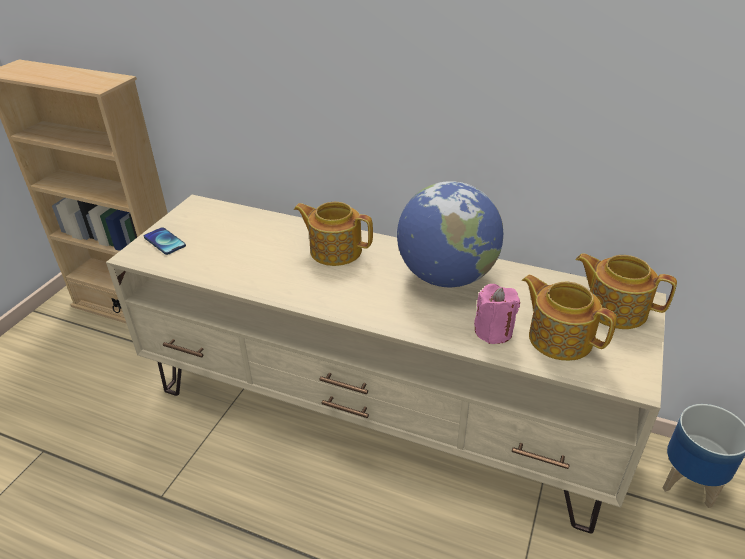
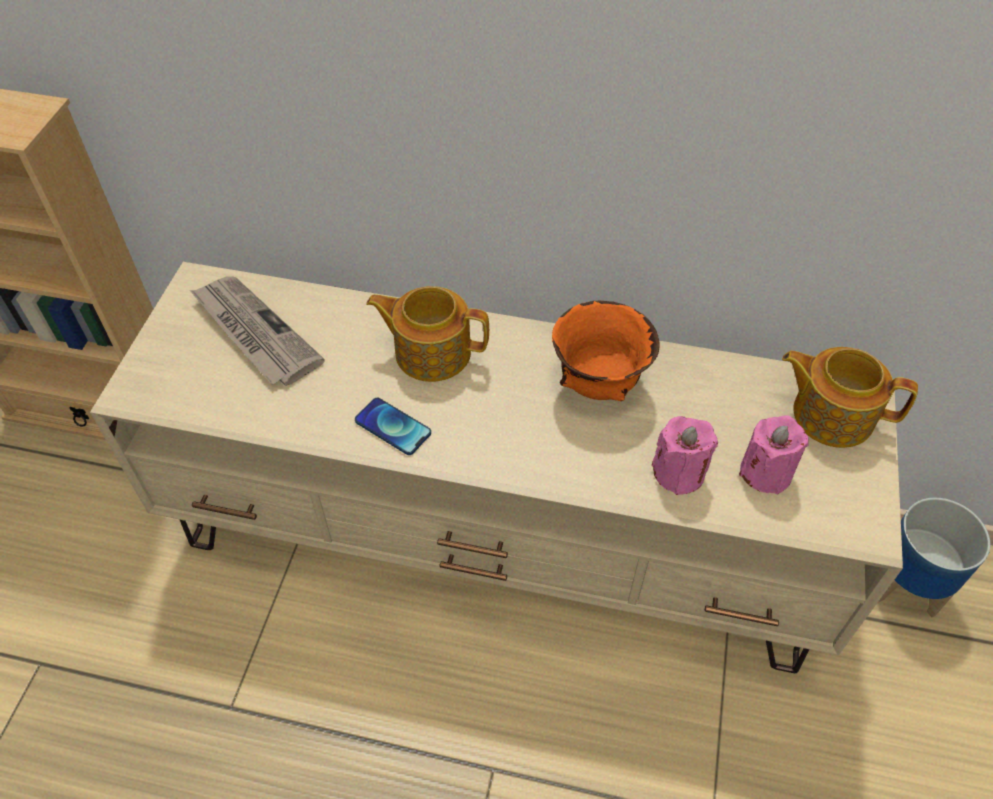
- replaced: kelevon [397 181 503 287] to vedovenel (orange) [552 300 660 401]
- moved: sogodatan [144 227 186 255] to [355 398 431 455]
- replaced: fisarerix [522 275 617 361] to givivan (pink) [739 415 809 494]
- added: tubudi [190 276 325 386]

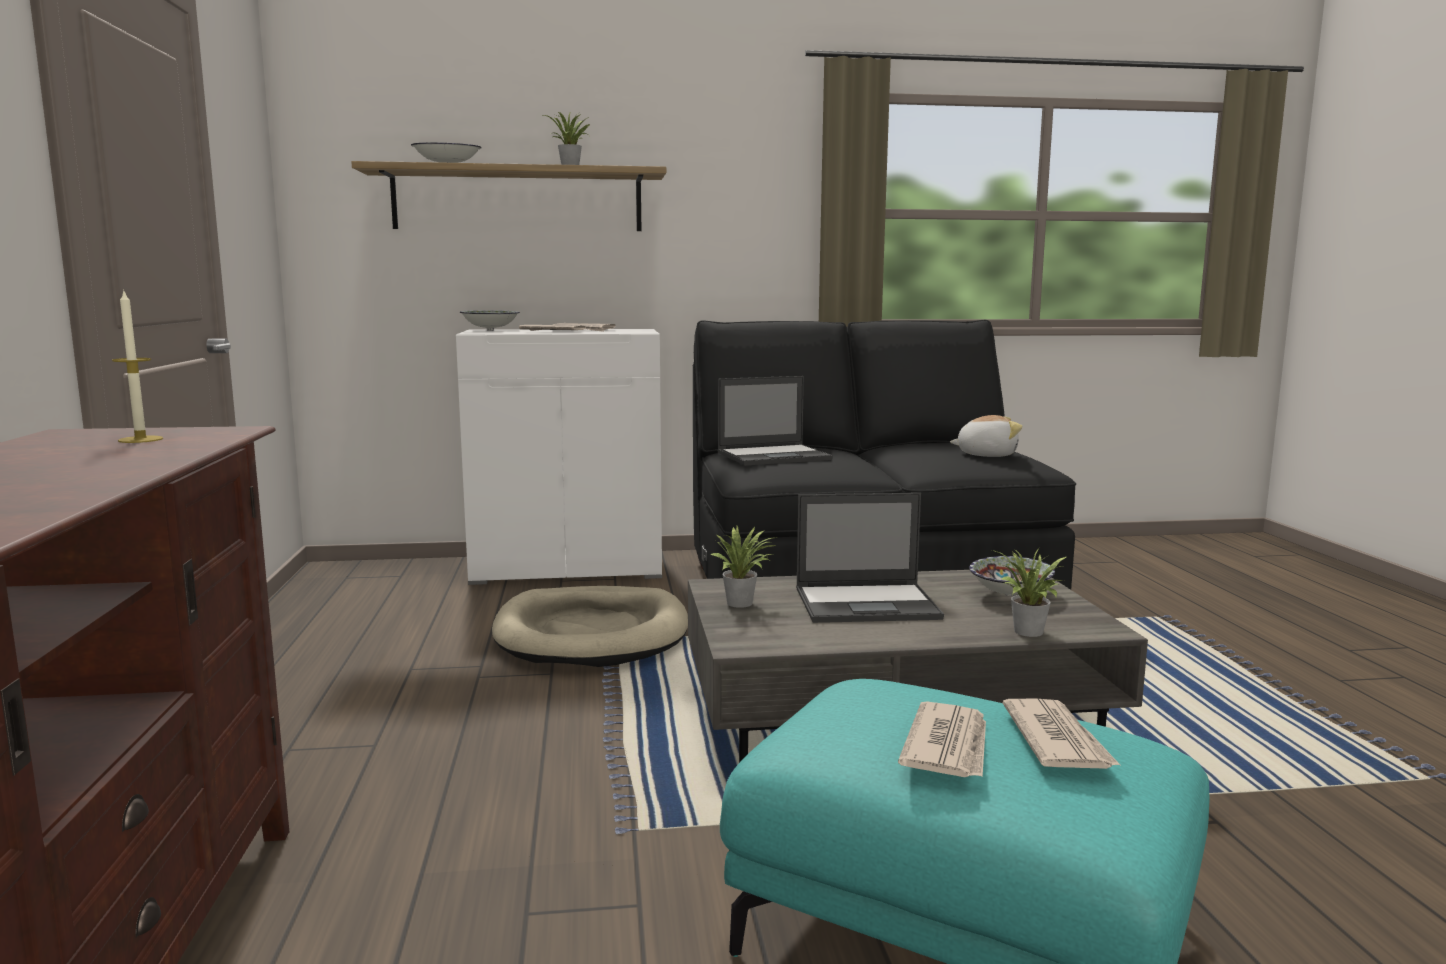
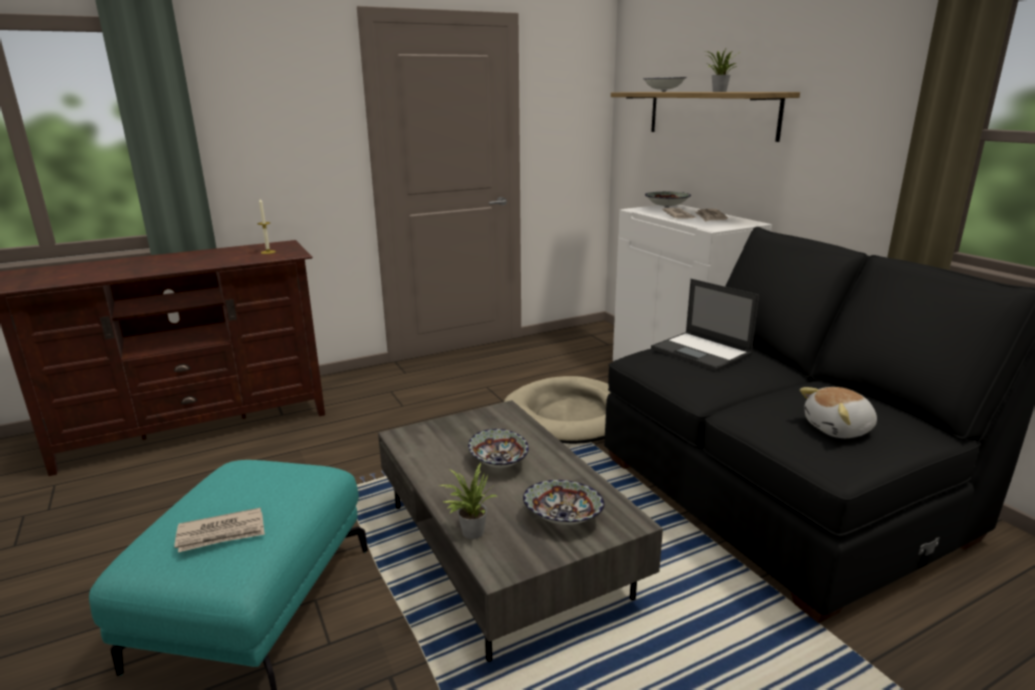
- turned: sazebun [950 415 1023 457] = [800 387 877 438] 90 degrees clockwise
- replaced: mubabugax [796 493 944 623] to vedovenel [468 429 529 468]
- removed: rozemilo [711 526 777 608]
- removed: tubudi [898 701 986 777]

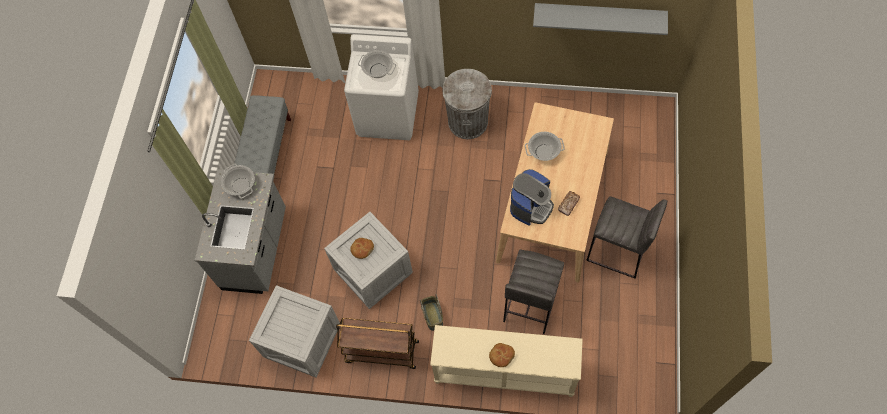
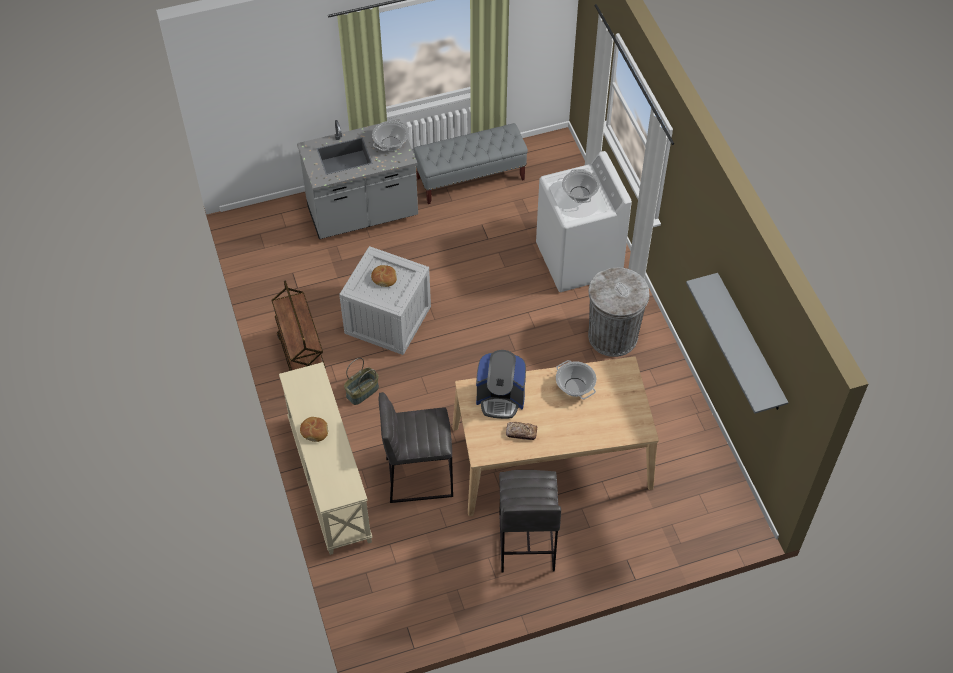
- removed: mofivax [249 285 340 378]

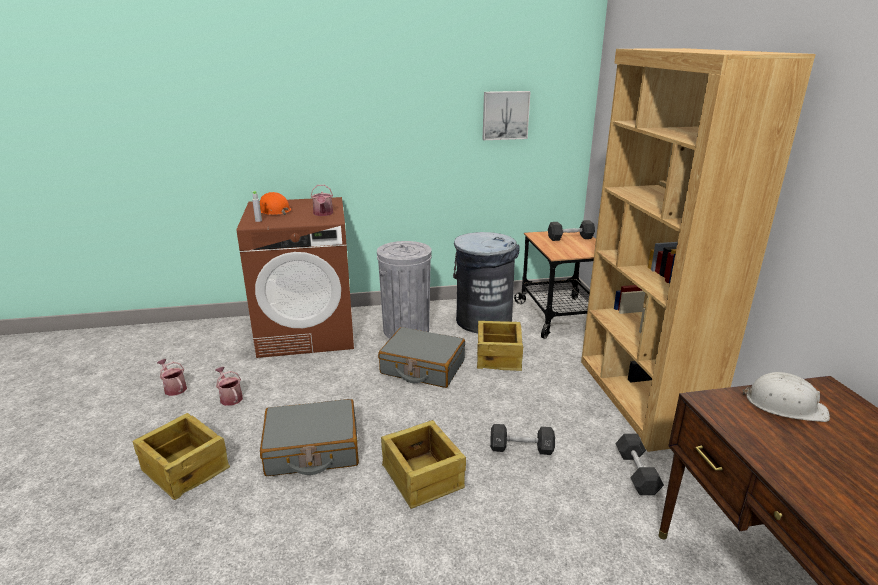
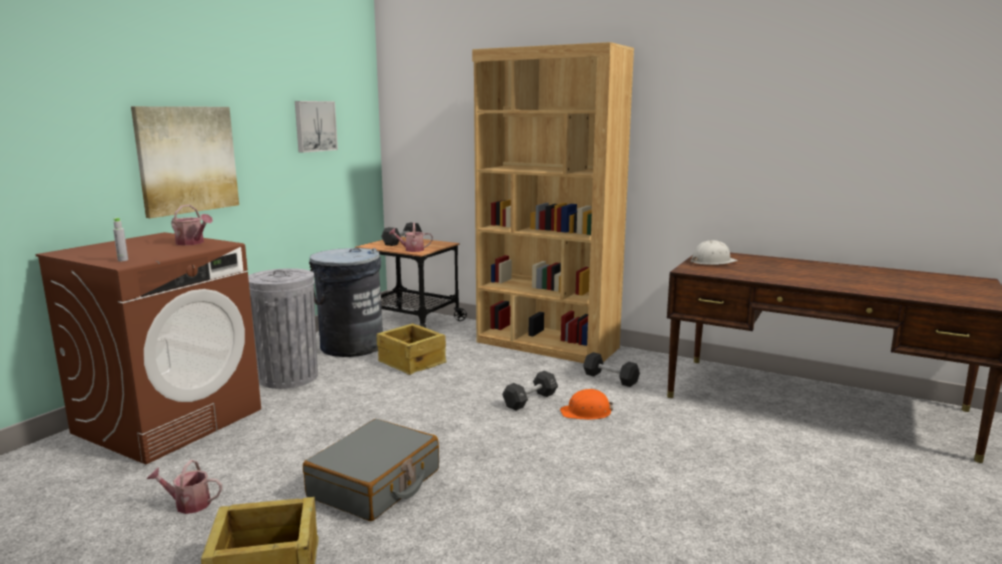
- moved: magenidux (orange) [260 192 291 215] to [560 389 613 420]
- removed: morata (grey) [378 327 465 388]
- moved: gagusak [157 359 187 396] to [389 223 433 252]
- removed: mofivax [381 420 466 509]
- added: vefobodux [131 106 239 218]

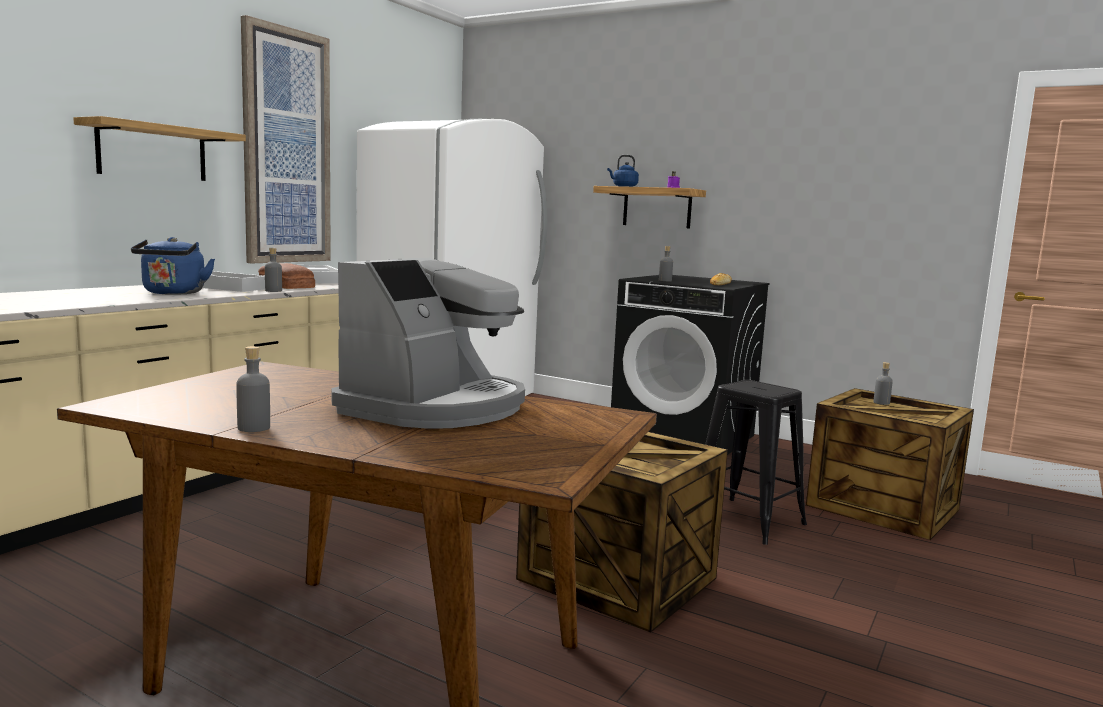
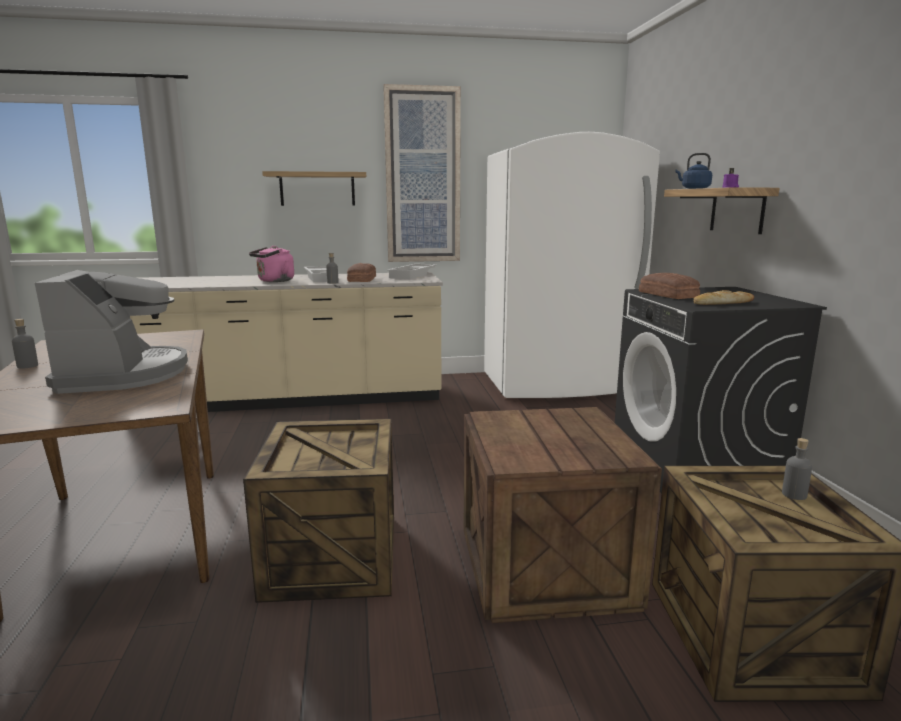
- recoloured: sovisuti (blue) [131 237 215 295] to sovisuti (pink) [249 246 294 282]
- replaced: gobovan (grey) [659 246 673 281] to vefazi [639 273 700 299]
- turned: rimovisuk [331 257 525 429] = [35 270 188 394] 90 degrees counterclockwise
- replaced: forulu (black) [705 380 807 545] to mofivax [464 407 662 623]

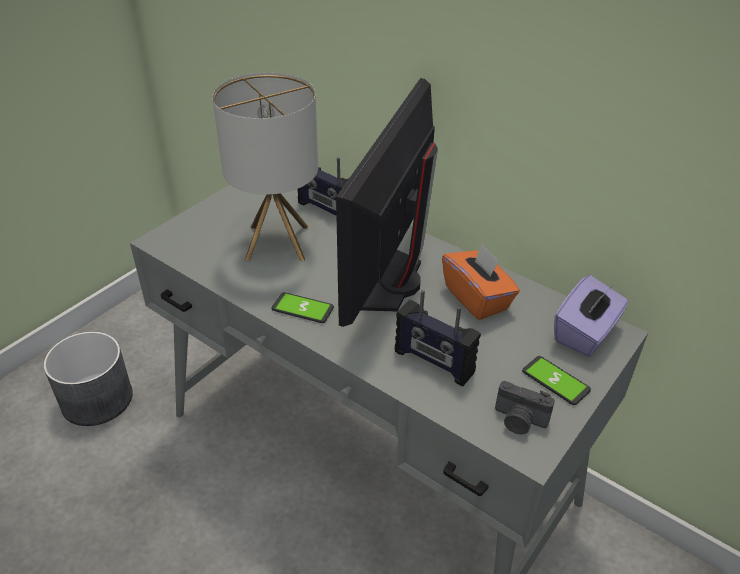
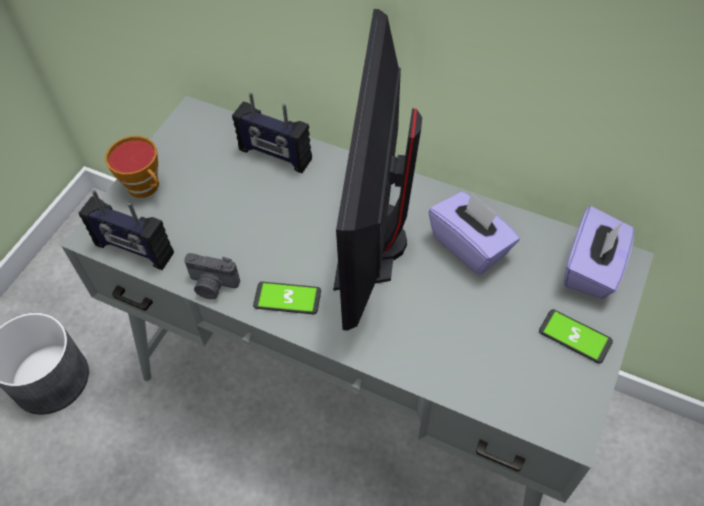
- removed: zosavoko [212 72 318 261]
- recoloured: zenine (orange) [442 243 520 320] to zenine (purple) [429 191 520 275]
- moved: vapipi [395 290 481 386] to [79 190 174 270]
- moved: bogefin [495 381 555 434] to [184 253 240 299]
- added: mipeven [105 136 159 198]

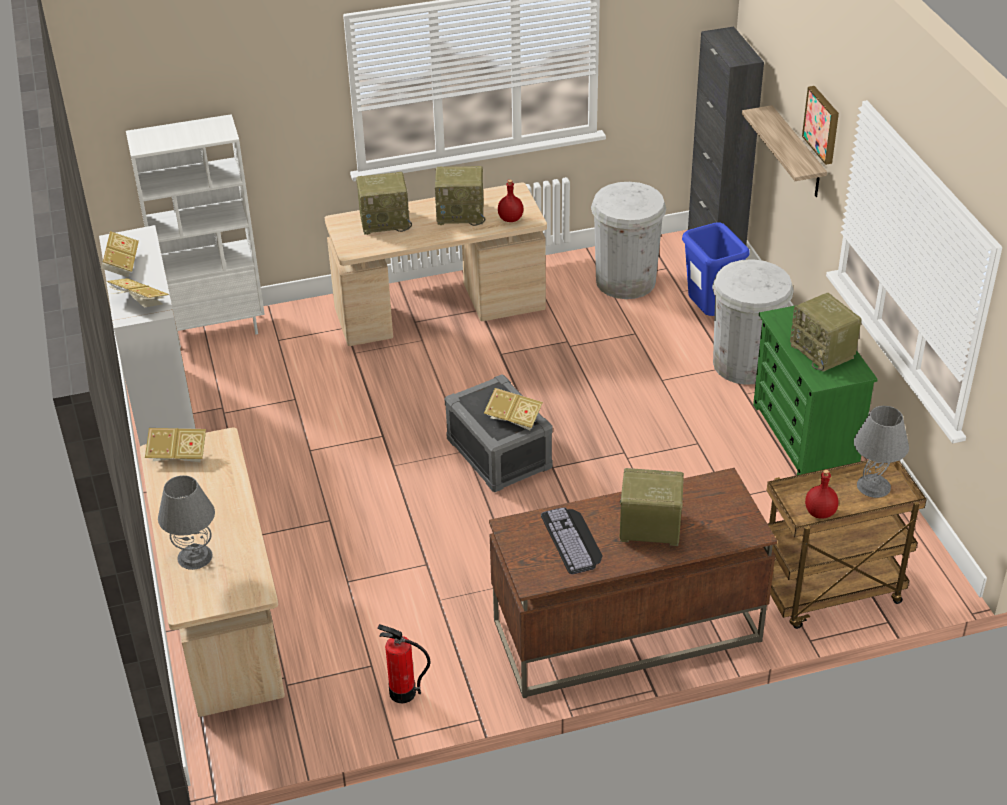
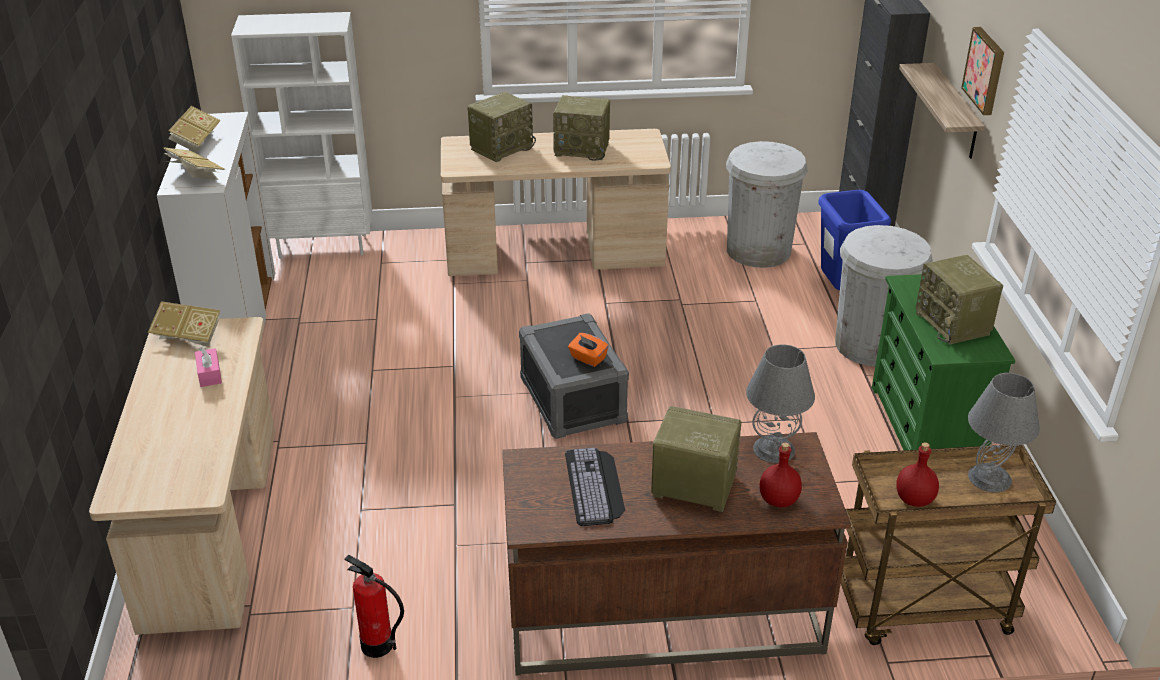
- turned: vapipi [356 172 412 235] = [468 92 536 162] 45 degrees counterclockwise
- moved: gobovan (red) [498 180 523 222] to [760 442 802 507]
- replaced: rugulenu [484 388 543 430] to zenine (orange) [568 333 609 367]
- moved: zosavoko (grey) [158 475 215 570] to [746 344 815 463]
- added: zenine (pink) [195 347 222 387]

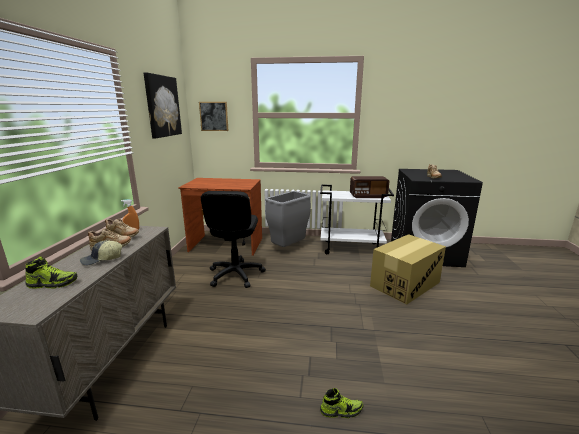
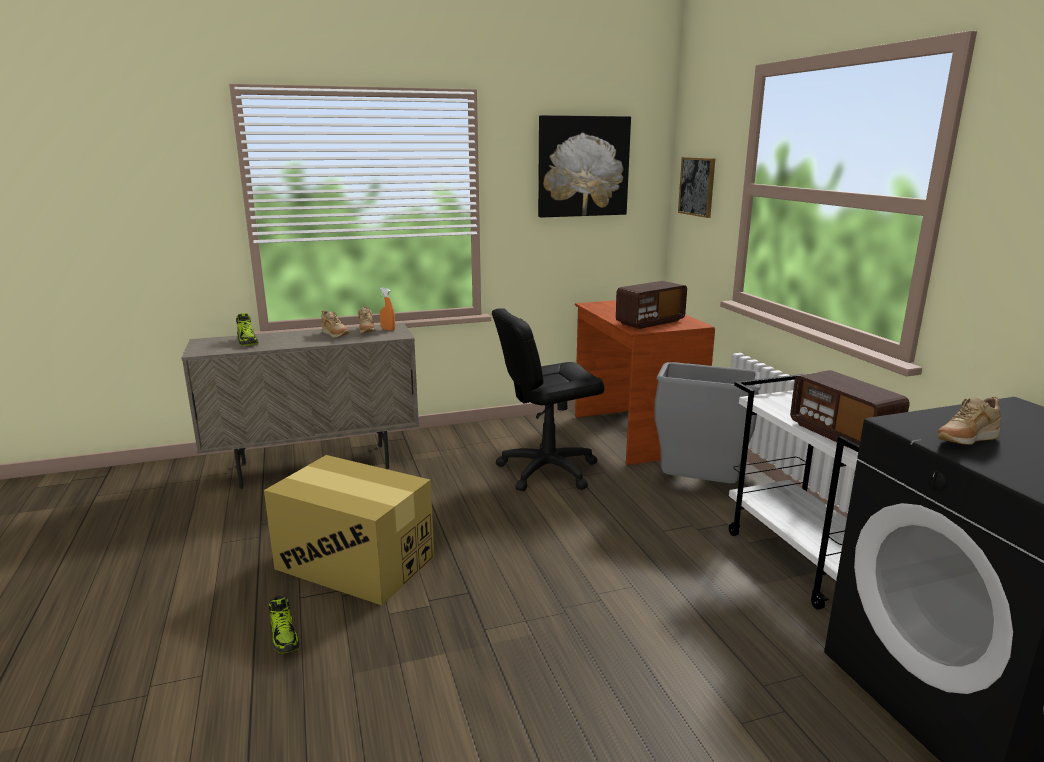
- moved: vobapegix [370 234 446 305] to [264 455 434 605]
- removed: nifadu [80 240 122 266]
- added: vapipi [615 281 687 329]

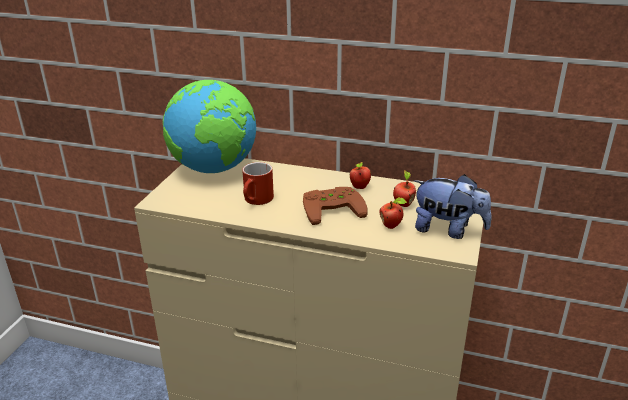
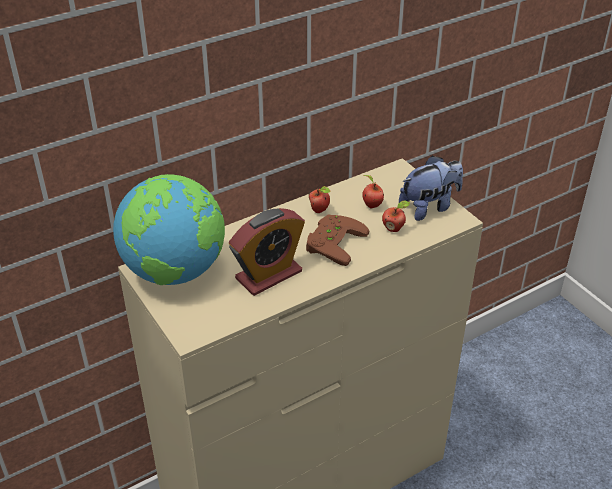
- replaced: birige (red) [242 162 274 205] to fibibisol [229 208 305 296]

